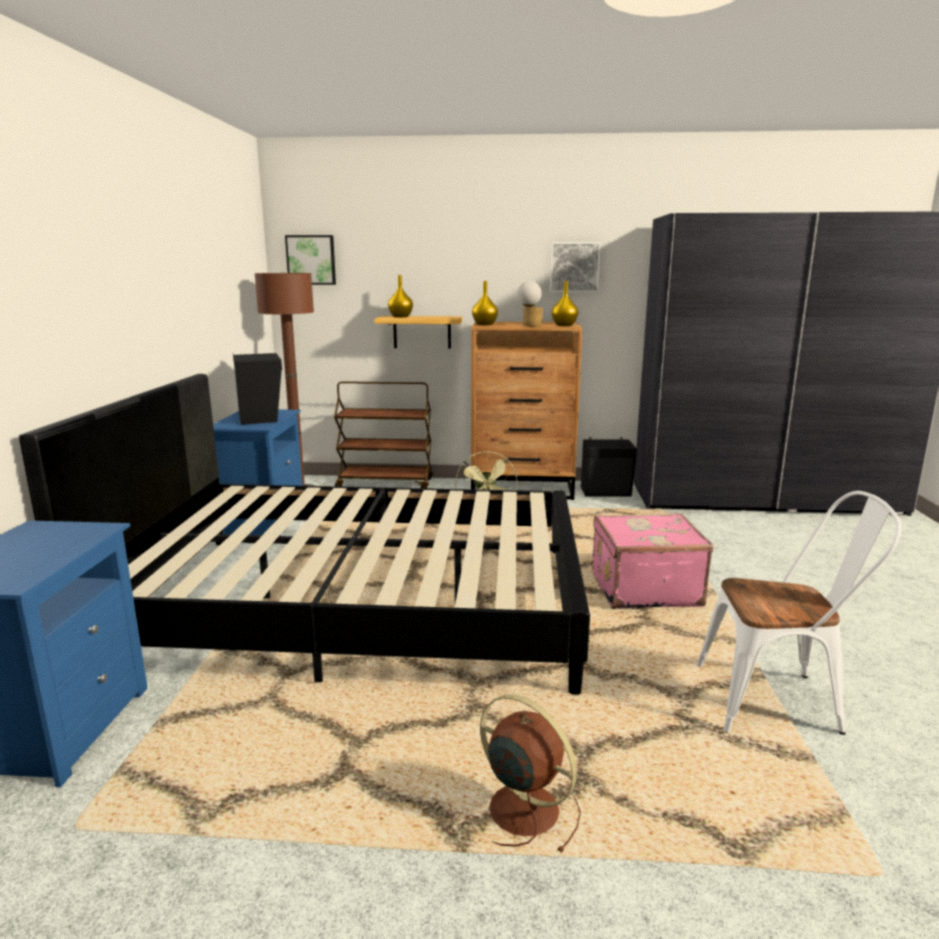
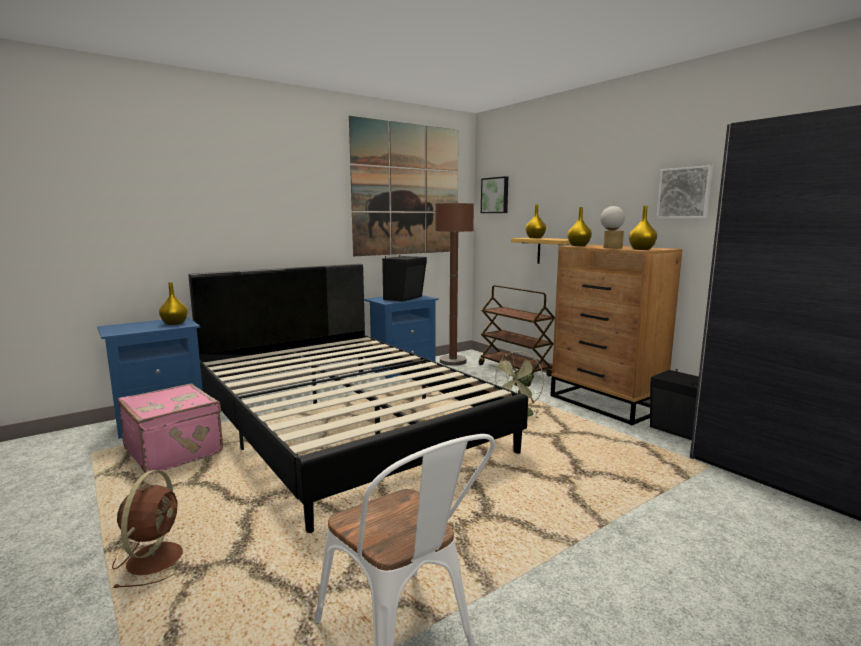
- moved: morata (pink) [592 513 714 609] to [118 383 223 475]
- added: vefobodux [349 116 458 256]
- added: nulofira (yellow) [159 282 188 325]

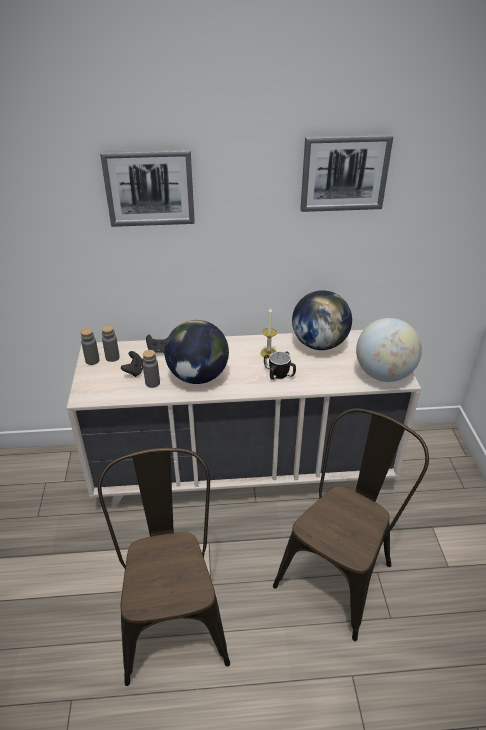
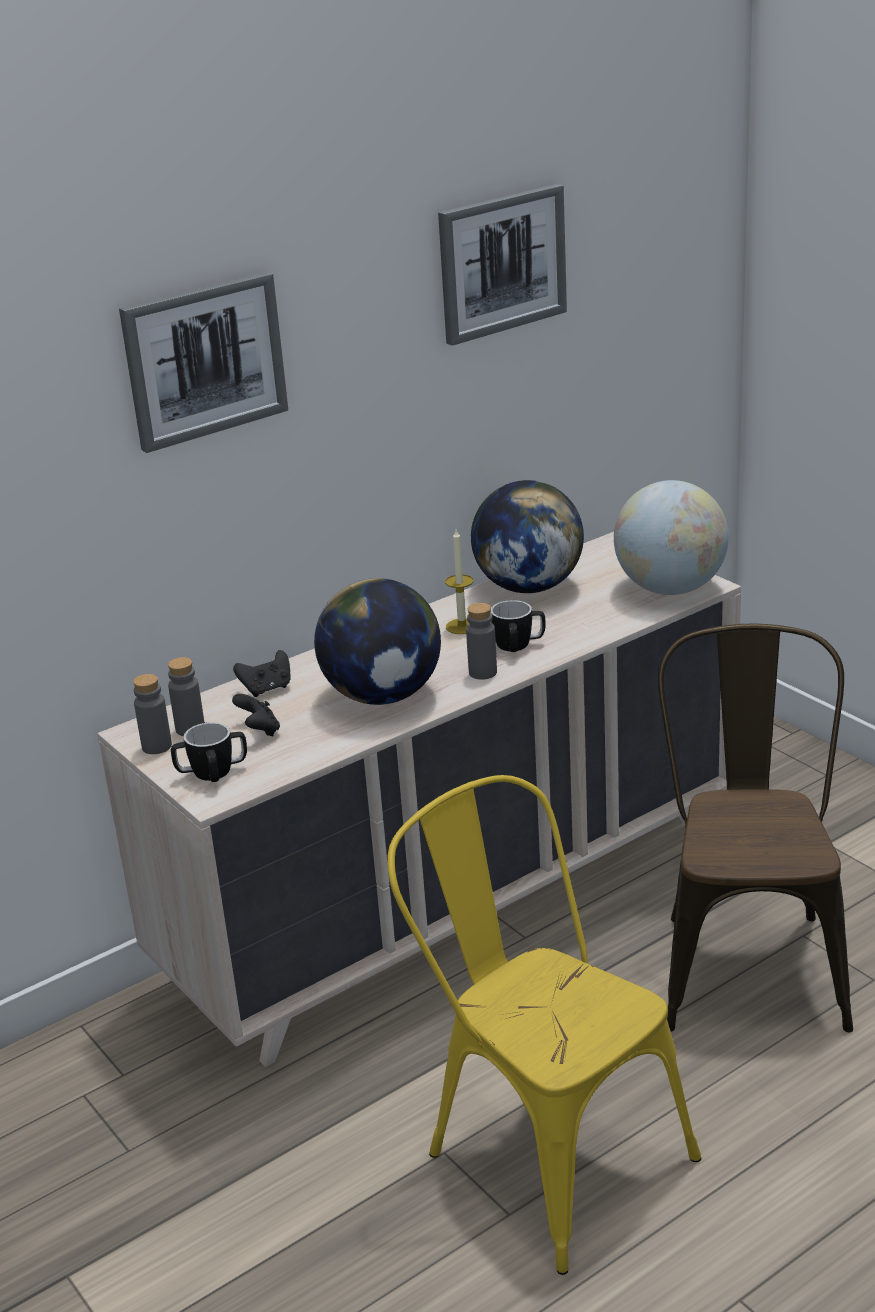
- moved: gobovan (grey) [143 350 160 388] to [466 603 497 680]
- recoloured: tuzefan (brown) [98 448 230 686] to tuzefan (yellow) [387 775 702 1275]
- added: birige [171 722 247 782]

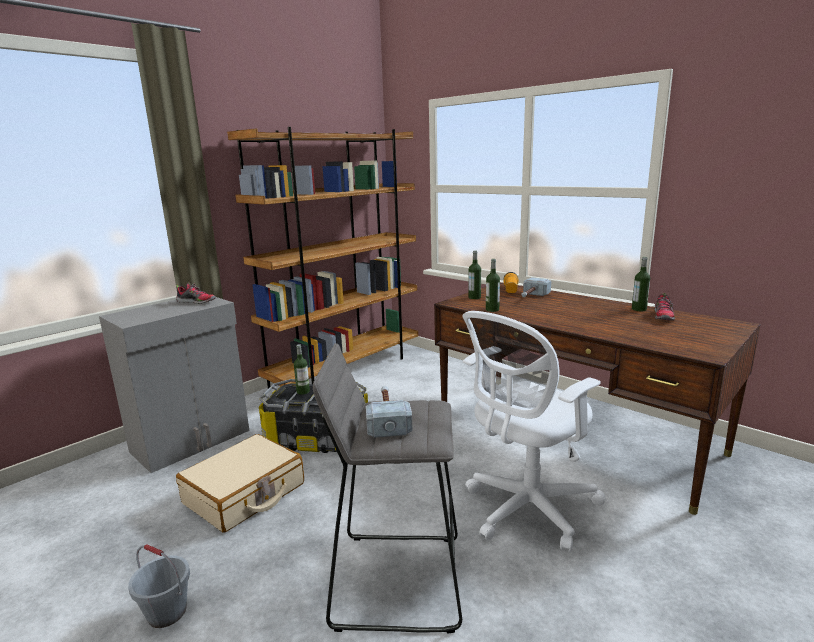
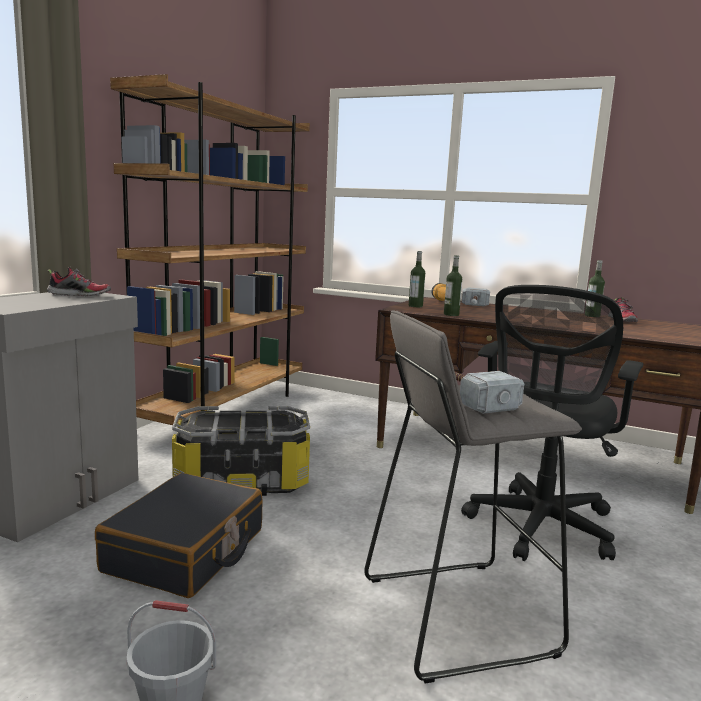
- recoloured: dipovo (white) [462 311 605 552] to dipovo (black) [461 285 644 561]
- removed: gobovan [294 345 310 395]
- recoloured: morata (beige) [176 434 304 533] to morata (black) [95 473 263 598]

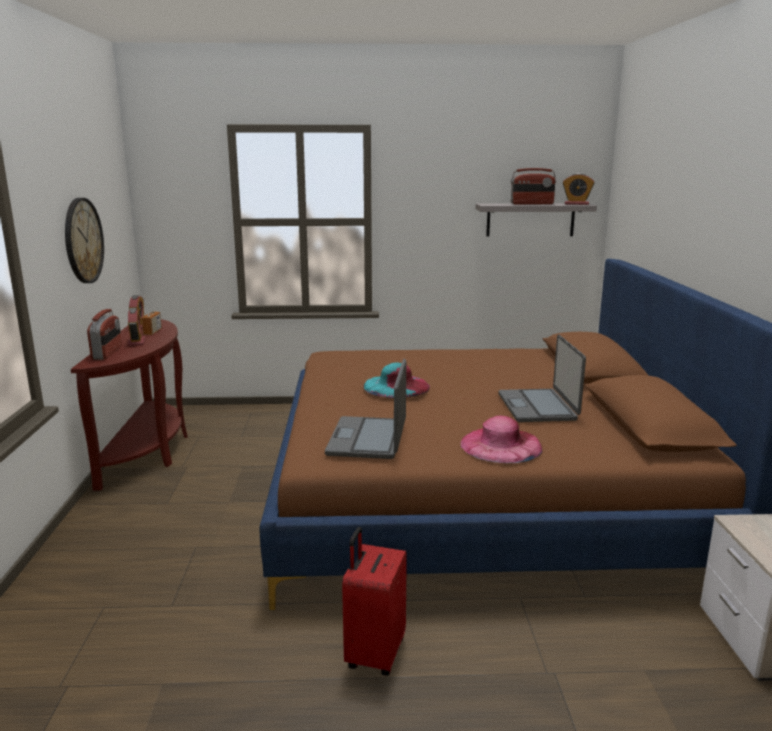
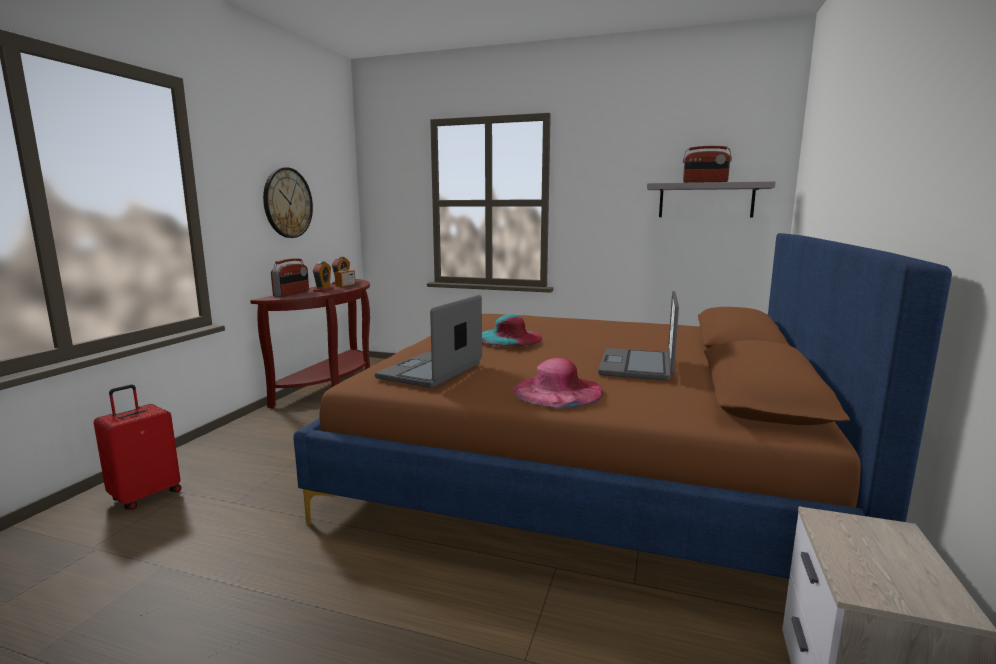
- removed: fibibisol [563 173 594 205]
- moved: morata (red) [342 527 407 676] to [93 385 182 510]

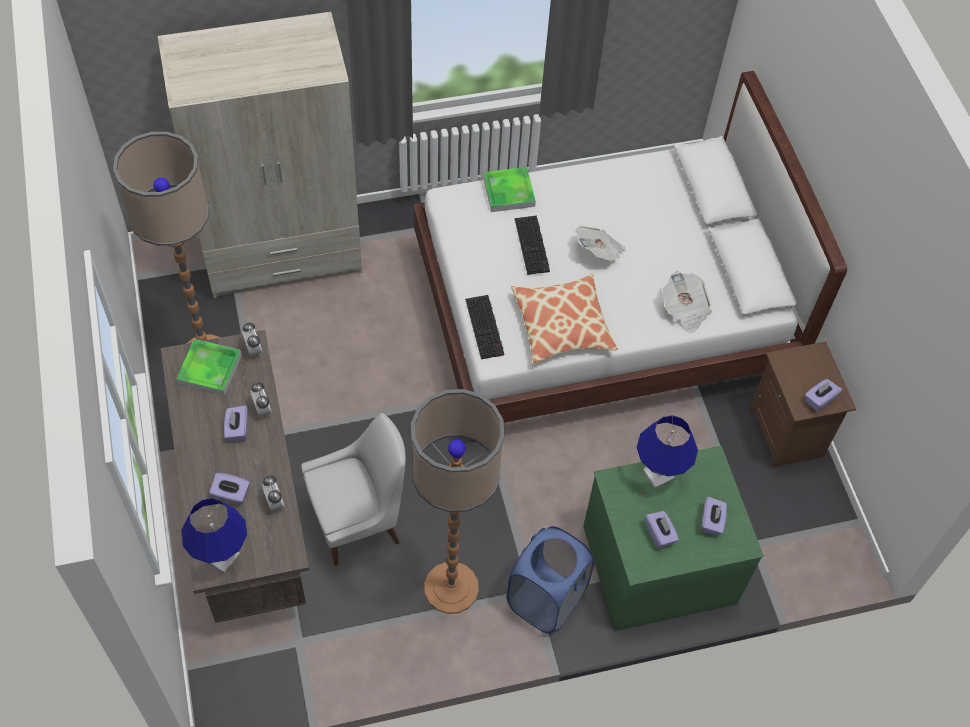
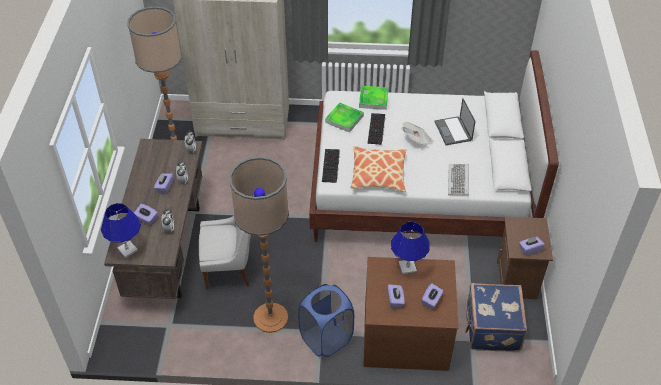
- replaced: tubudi [662 271 712 332] to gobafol [448 164 469 195]
- moved: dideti [176 339 242 396] to [325 103 364 133]
- recoloured: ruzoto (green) [583 446 764 631] to ruzoto (brown) [363 257 459 371]
- added: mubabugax [434 98 476 145]
- added: morata (blue) [465 283 527 352]

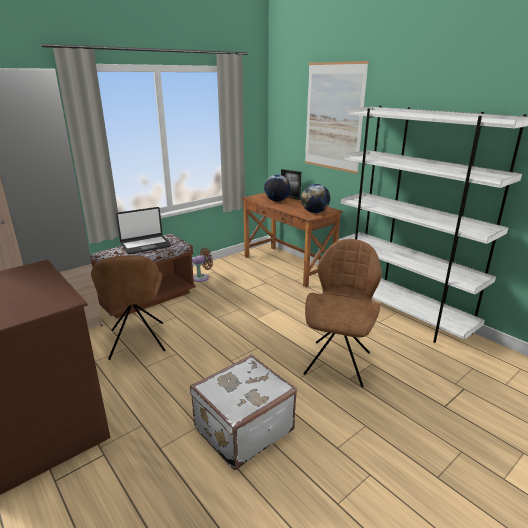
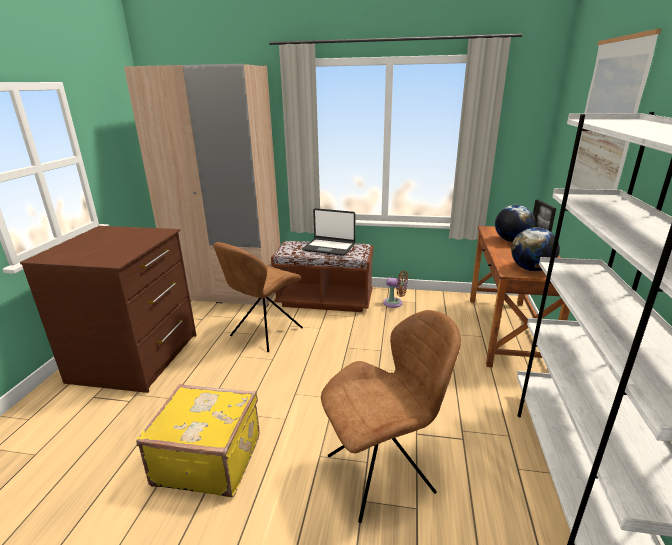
- recoloured: morata (white) [190 354 297 470] to morata (yellow) [136 384 260 497]

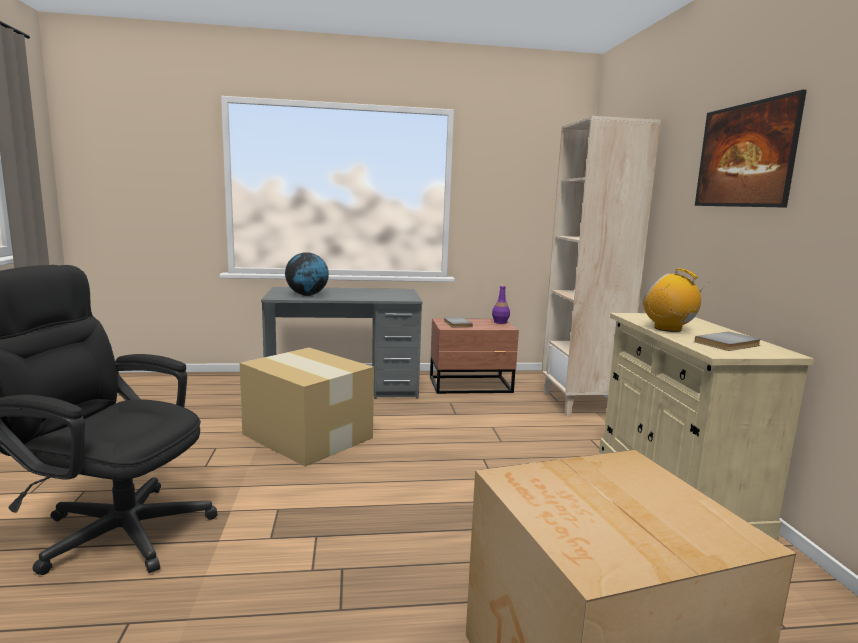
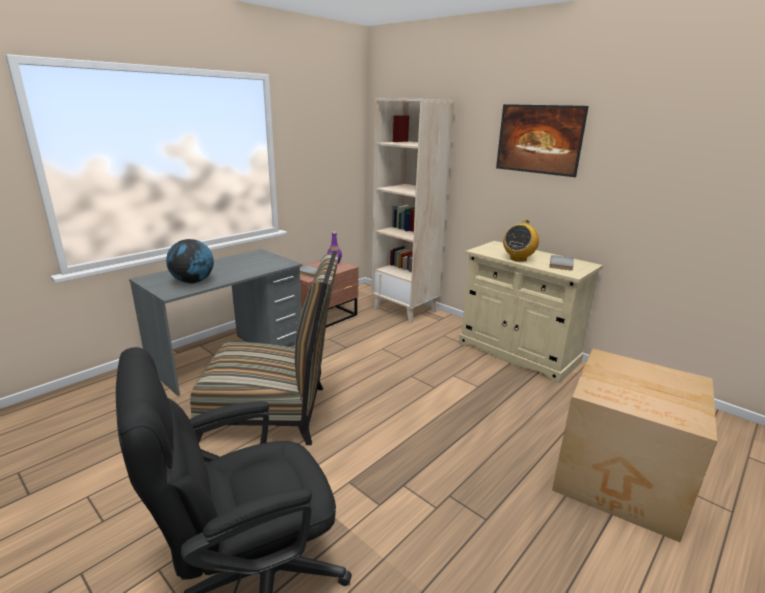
- turned: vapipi [642 268 709 332] = [503 219 539 262] 60 degrees counterclockwise
- replaced: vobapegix [240 348 374 467] to tuzefan [190 251 338 445]

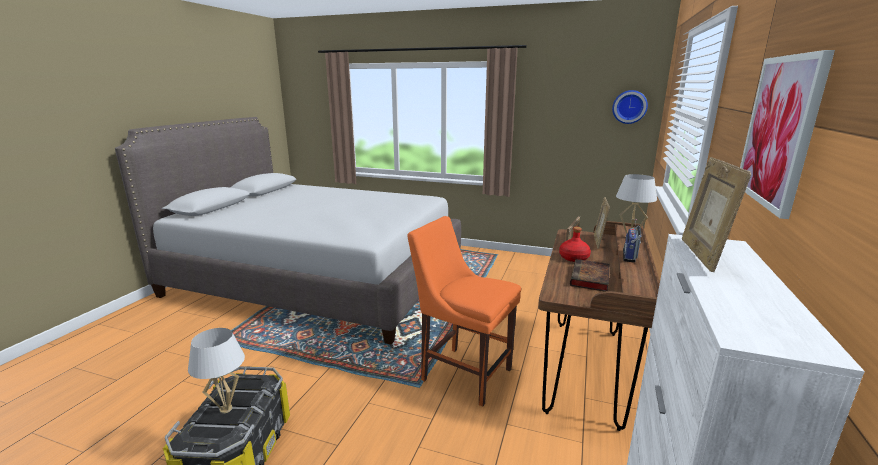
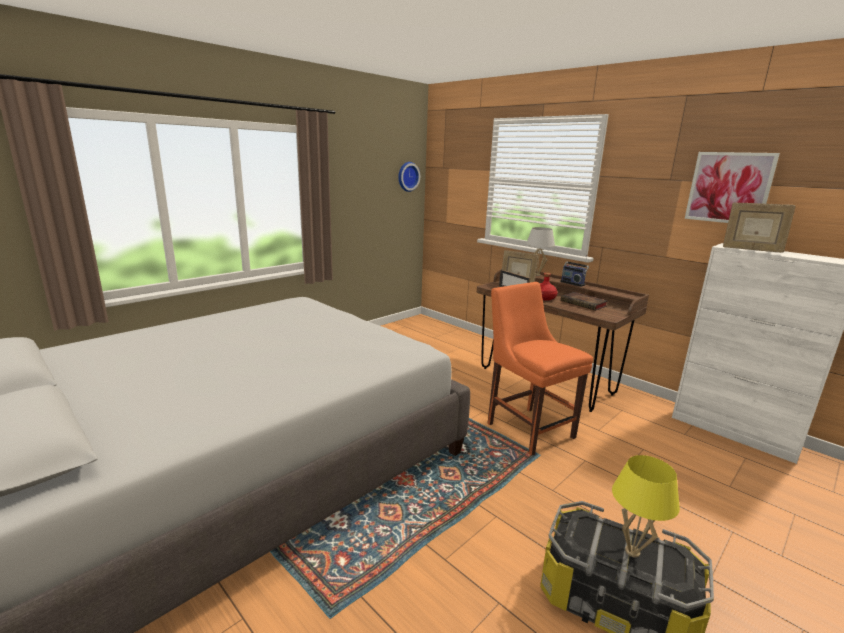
- turned: tuzefan (orange) [408 216 521 407] = [487 282 593 455] 90 degrees clockwise
- recoloured: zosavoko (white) [188 328 245 414] to zosavoko (yellow) [612 455 680 558]

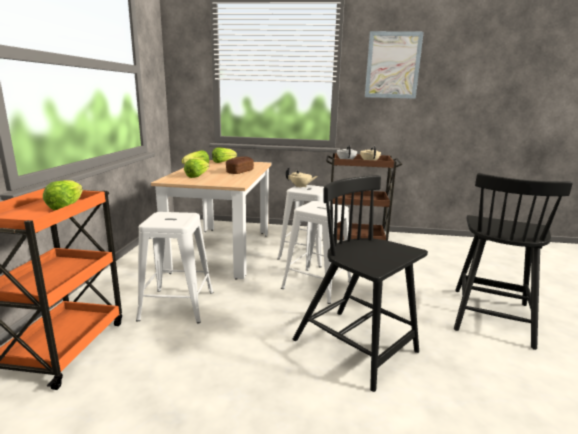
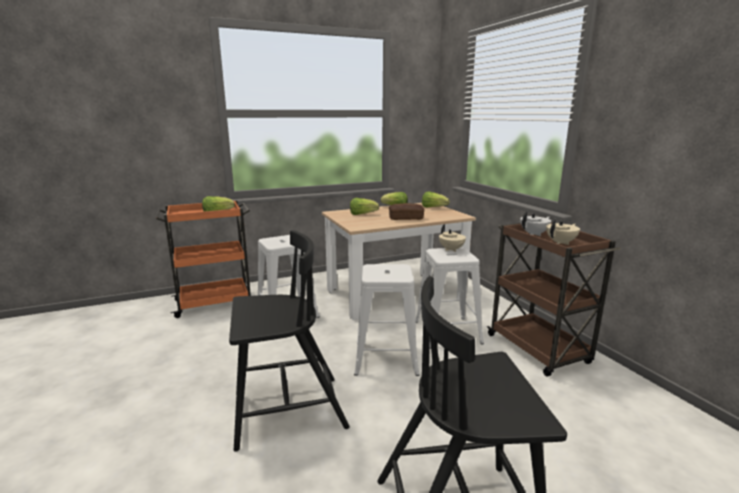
- removed: vefobodux [365 31 424 99]
- turned: tuzefan (black) [293 175 428 392] = [229 230 350 452] 60 degrees clockwise

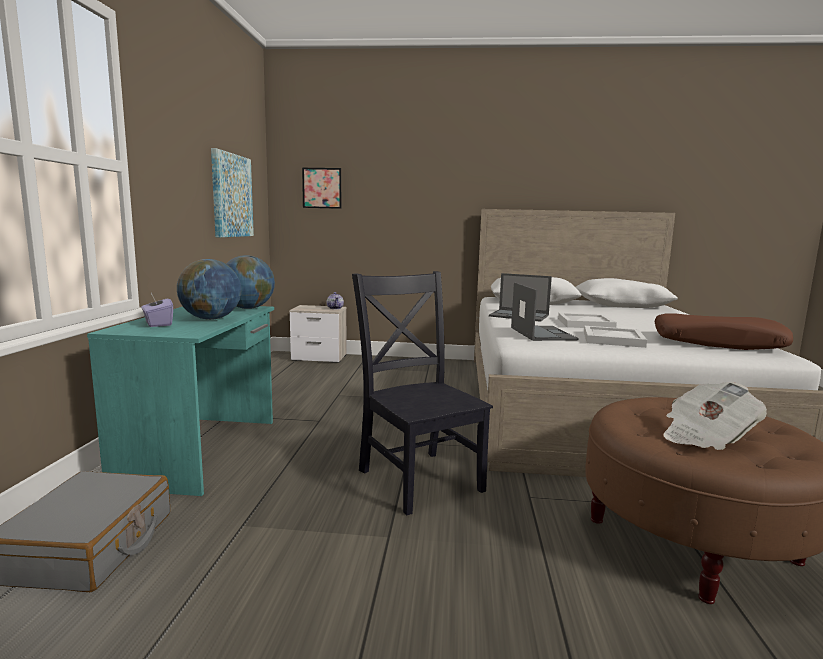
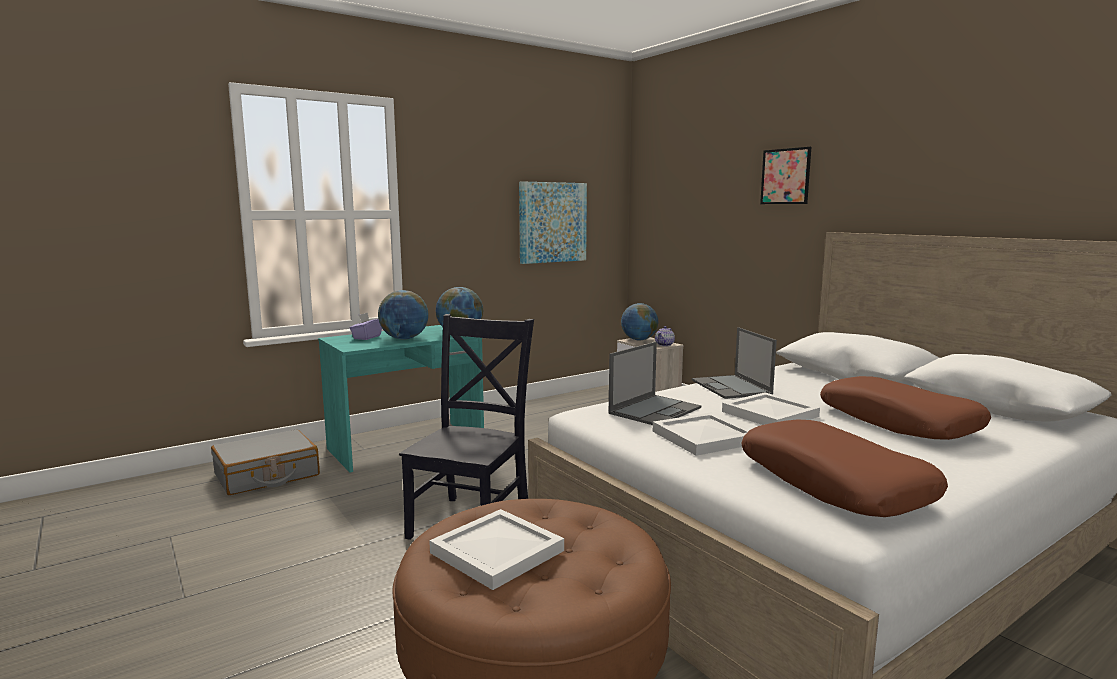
- moved: vefobodux [302 168 341 209] to [760 147 811 204]
- replaced: tubudi [663 382 767 450] to dideti (white) [429 509 564 590]
- added: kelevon [621 303 658 340]
- added: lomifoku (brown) [820 376 991 440]

